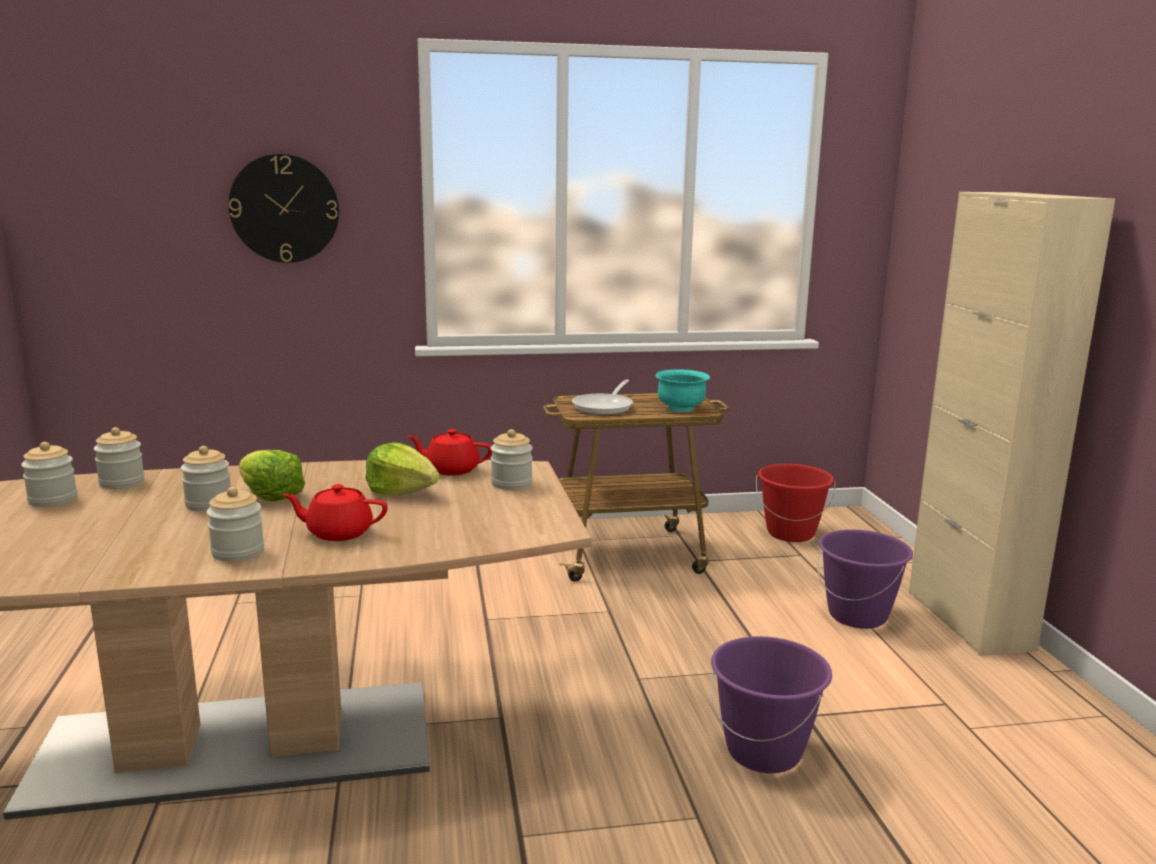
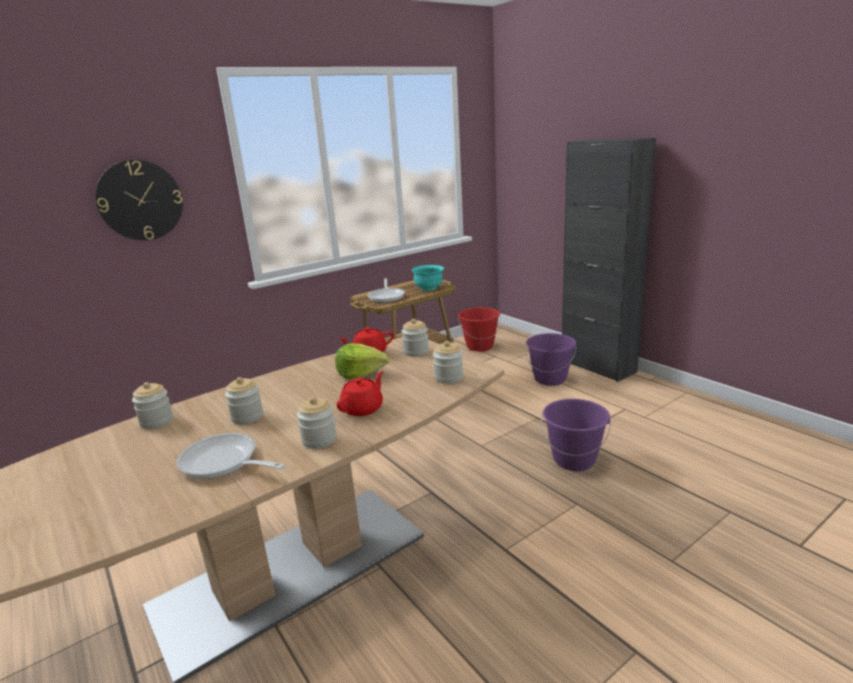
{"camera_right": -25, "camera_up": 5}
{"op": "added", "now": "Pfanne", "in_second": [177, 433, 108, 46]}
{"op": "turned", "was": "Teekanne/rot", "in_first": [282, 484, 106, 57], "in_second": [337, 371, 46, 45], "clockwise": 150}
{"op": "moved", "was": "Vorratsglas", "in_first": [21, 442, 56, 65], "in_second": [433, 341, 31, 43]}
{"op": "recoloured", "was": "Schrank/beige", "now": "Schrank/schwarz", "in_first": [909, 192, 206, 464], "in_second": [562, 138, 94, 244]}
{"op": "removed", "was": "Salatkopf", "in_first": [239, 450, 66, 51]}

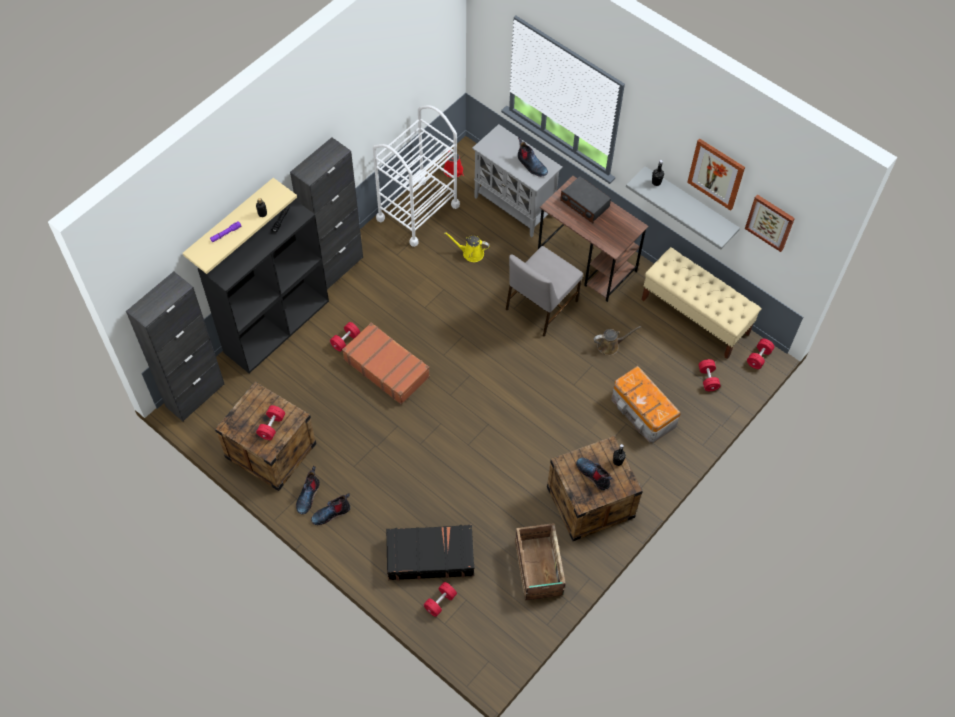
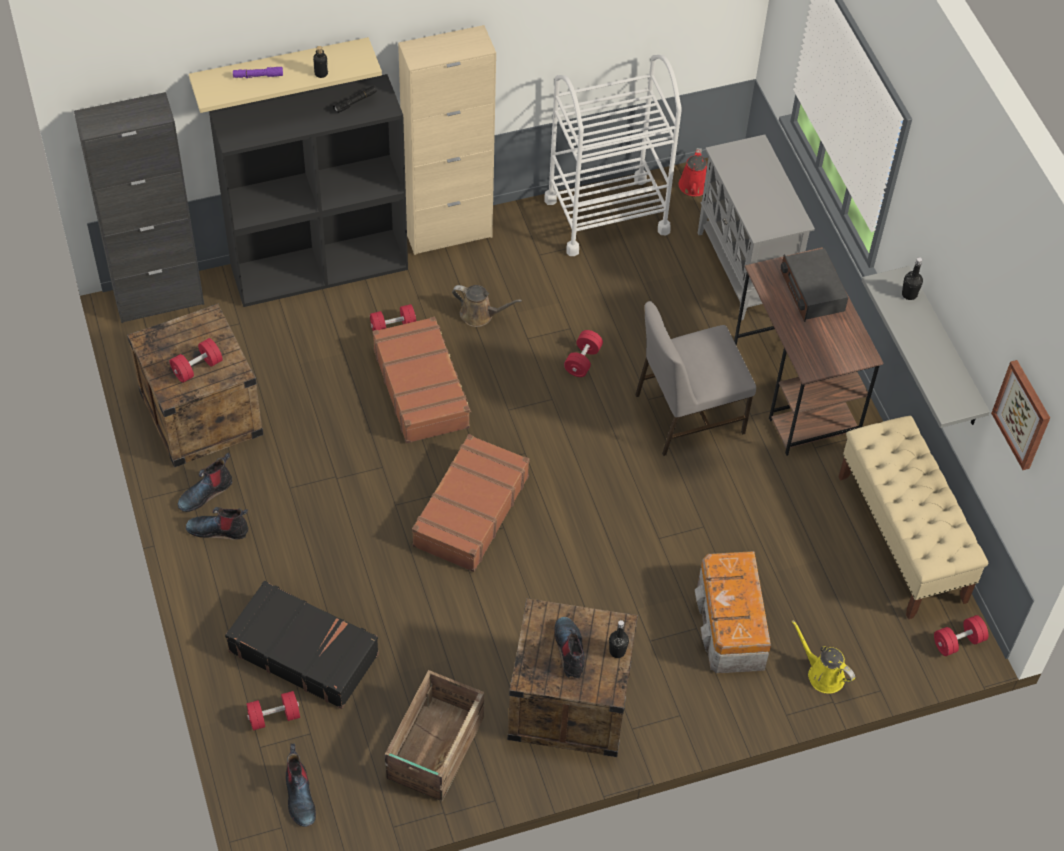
{"camera_right": 30, "camera_up": -5}
{"op": "moved", "was": "Stiefel", "in_first": [518, 137, 30, 40], "in_second": [286, 744, 30, 83]}
{"op": "recoloured", "was": "Schrank/schwarz", "now": "Schrank/beige", "in_first": [290, 137, 73, 152], "in_second": [398, 25, 98, 230]}
{"op": "added", "now": "Koffer/braun", "in_second": [412, 434, 118, 138]}
{"op": "moved", "was": "Gießkanne/braun", "in_first": [593, 326, 48, 29], "in_second": [452, 285, 70, 42]}
{"op": "moved", "was": "Hantel/rot", "in_first": [699, 359, 22, 32], "in_second": [564, 330, 39, 47]}
{"op": "moved", "was": "Gießkanne/gelb", "in_first": [444, 232, 46, 30], "in_second": [792, 620, 63, 74]}
{"op": "removed", "was": "Bild", "in_first": [687, 139, 58, 72]}

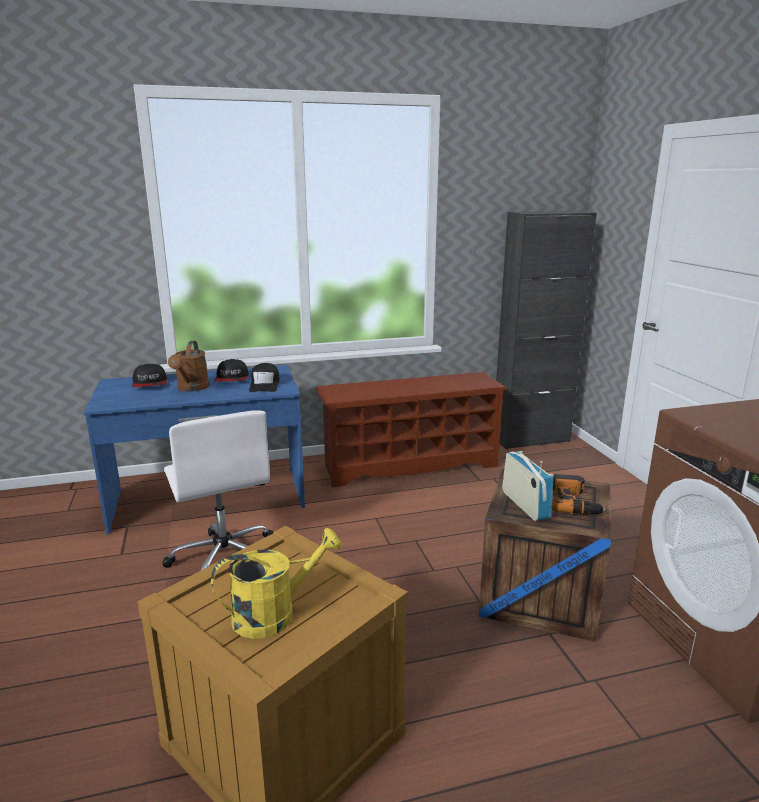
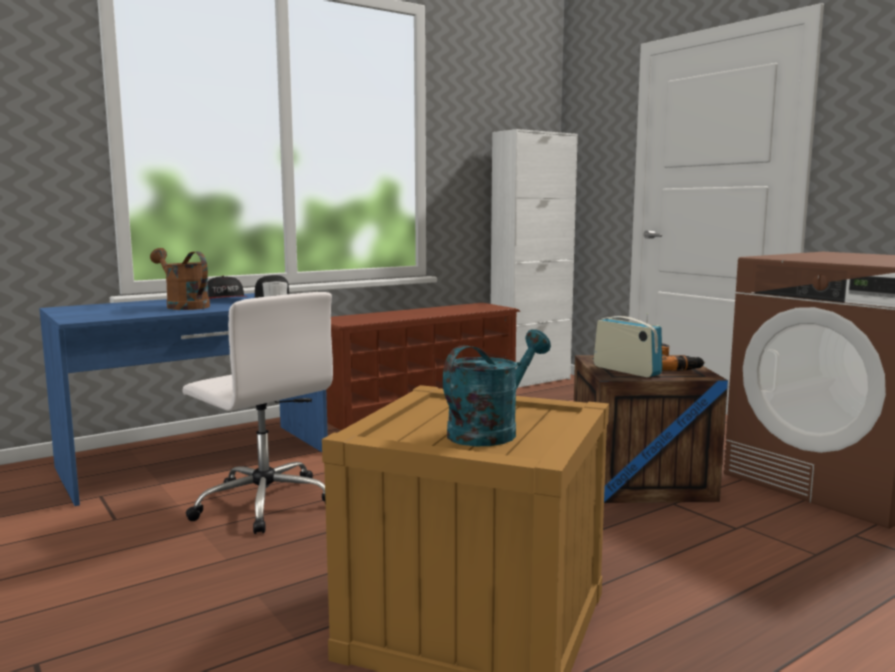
{"camera_right": -20, "camera_up": -10}
{"op": "turned", "was": "Gießkanne/braun", "in_first": [168, 341, 42, 51], "in_second": [150, 248, 60, 62], "clockwise": 150}
{"op": "recoloured", "was": "Gießkanne/gelb", "now": "Gießkanne/türkis", "in_first": [211, 528, 131, 111], "in_second": [443, 329, 108, 117]}
{"op": "recoloured", "was": "Schrank/schwarz", "now": "Schrank/weiß", "in_first": [496, 211, 101, 239], "in_second": [491, 129, 87, 259]}
{"op": "removed", "was": "Kappe", "in_first": [132, 363, 35, 24]}

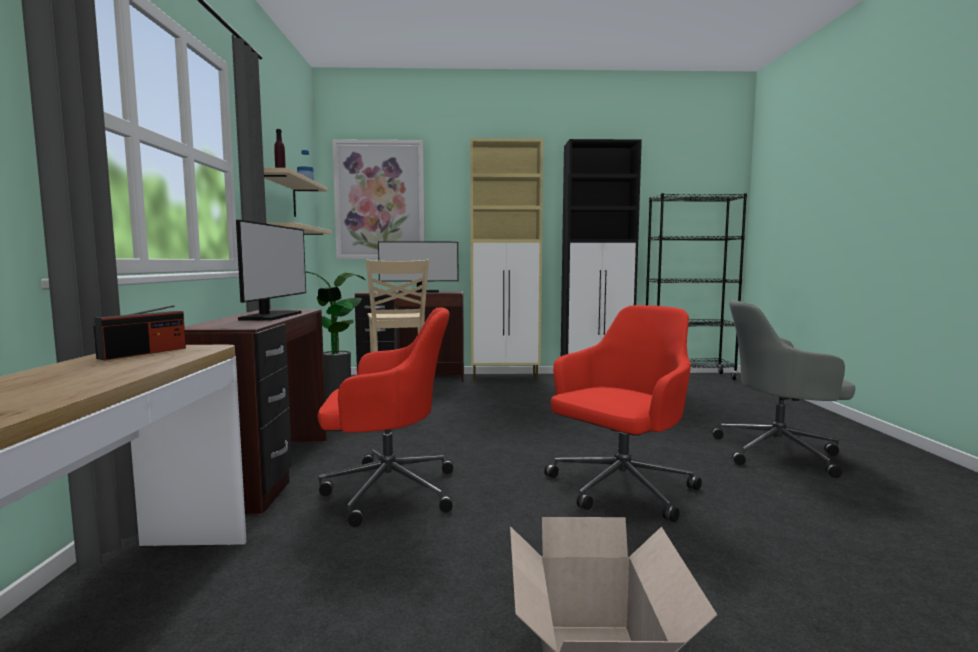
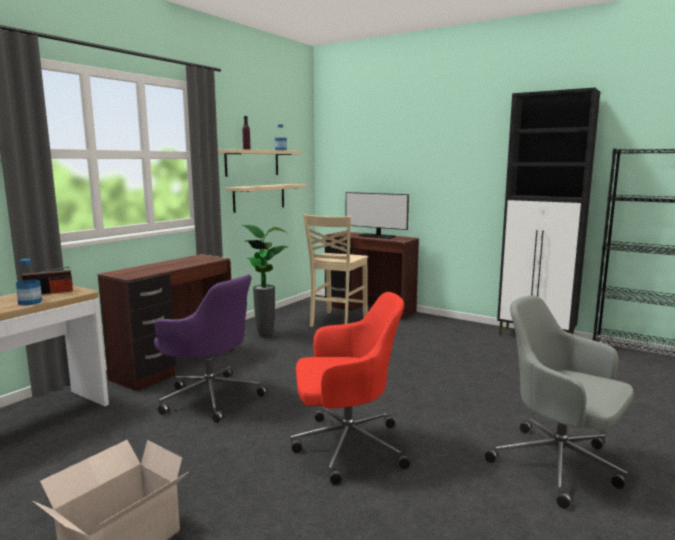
{"camera_right": 35, "camera_up": 5}
{"op": "added", "now": "Flasche", "in_second": [16, 259, 26, 47]}
{"op": "recoloured", "was": "Bürostuhl/rot", "now": "Bürostuhl/lila", "in_first": [318, 308, 135, 219], "in_second": [154, 274, 114, 149]}
{"op": "removed", "was": "Monitor", "in_first": [236, 220, 70, 101]}
{"op": "removed", "was": "Bild", "in_first": [332, 139, 93, 120]}
{"op": "removed", "was": "Schrank/beige", "in_first": [470, 138, 73, 242]}

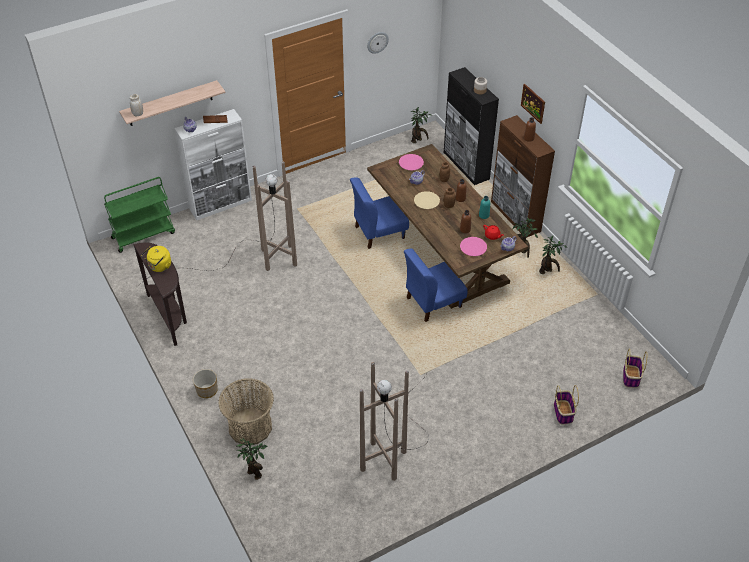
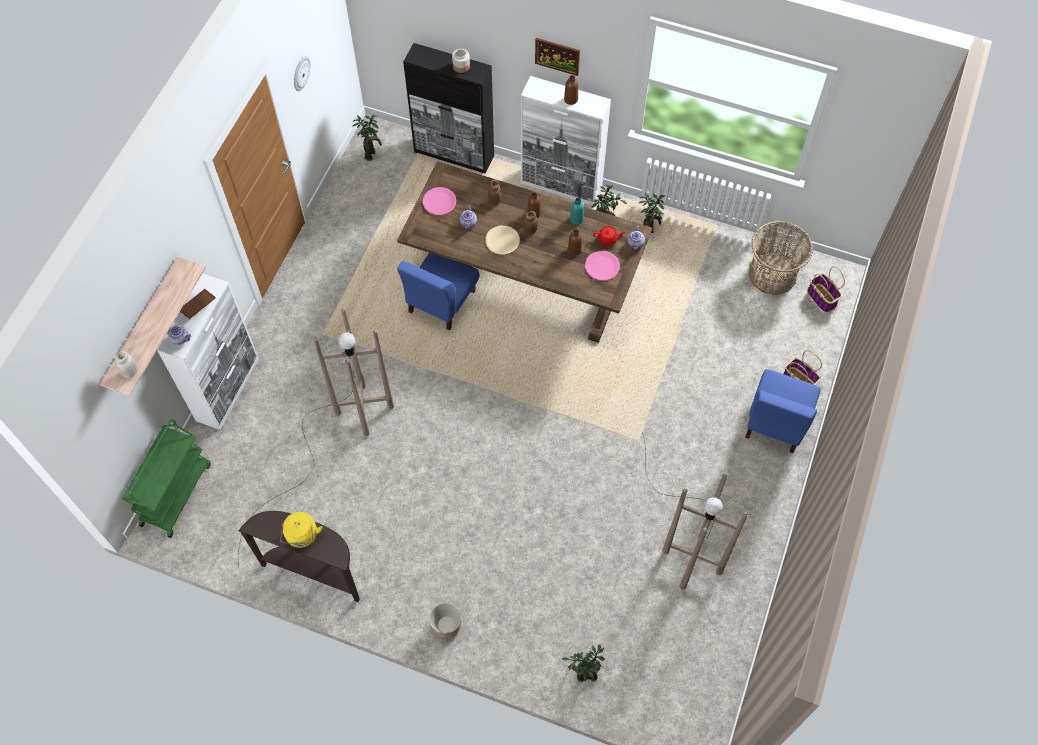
{"camera_right": -40, "camera_up": 15}
{"op": "recoloured", "was": "Schrank/braun", "now": "Schrank/weiß", "in_first": [491, 115, 64, 123], "in_second": [521, 76, 90, 129]}
{"op": "moved", "was": "Stuhl/blau", "in_first": [404, 248, 64, 74], "in_second": [745, 369, 76, 84]}
{"op": "moved", "was": "Korb", "in_first": [218, 378, 56, 67], "in_second": [748, 221, 65, 74]}

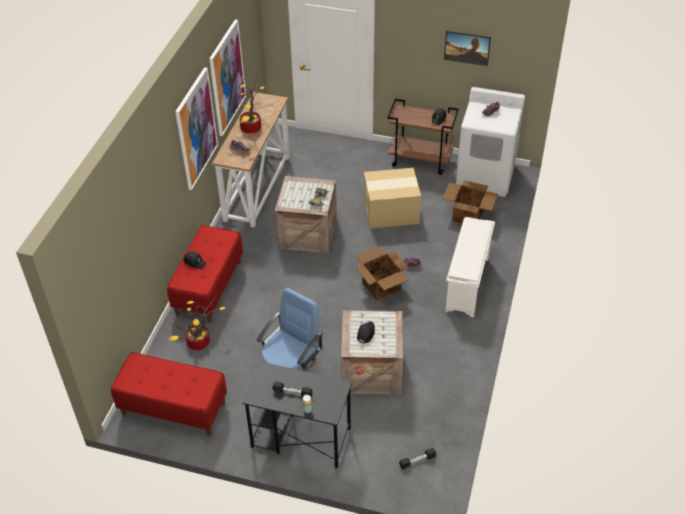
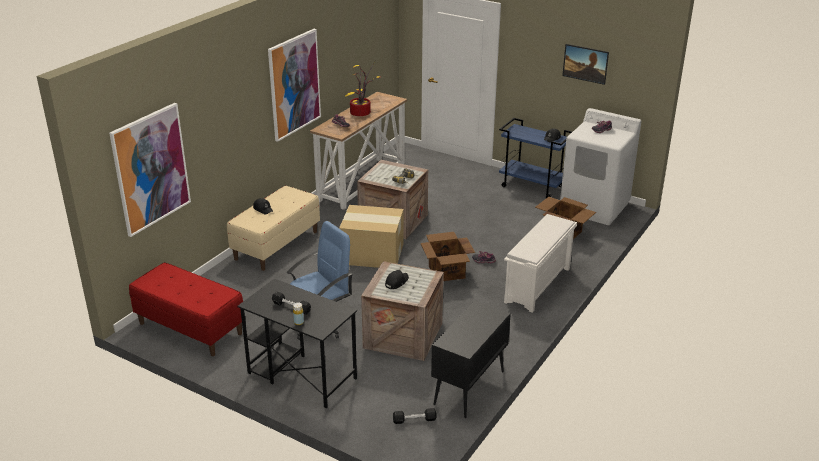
{"camera_right": 15, "camera_up": -15}
{"op": "moved", "was": "Bild", "in_first": [209, 19, 37, 117], "in_second": [109, 103, 82, 134]}
{"op": "recoloured", "was": "Bank/rot", "now": "Bank/beige", "in_first": [167, 225, 76, 98], "in_second": [227, 186, 93, 85]}
{"op": "moved", "was": "Karton", "in_first": [364, 168, 57, 61], "in_second": [339, 205, 64, 63]}
{"op": "added", "now": "Schrank/schwarz", "in_second": [431, 301, 80, 117]}
{"op": "recoloured", "was": "Rollwagen/braun", "now": "Rollwagen/blau", "in_first": [387, 99, 72, 76], "in_second": [499, 118, 73, 80]}
{"op": "removed", "was": "Topfpflanze", "in_first": [168, 295, 58, 55]}

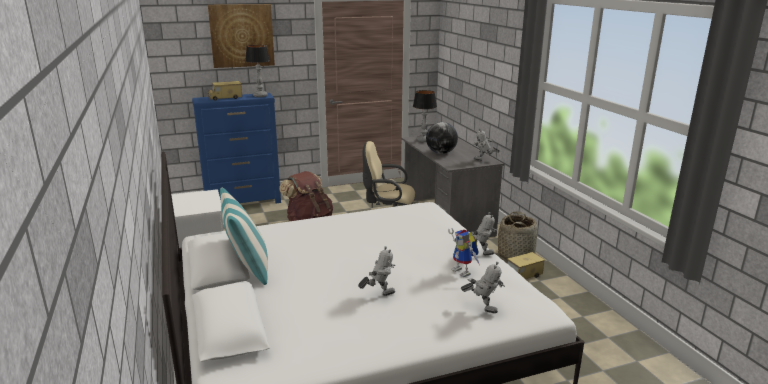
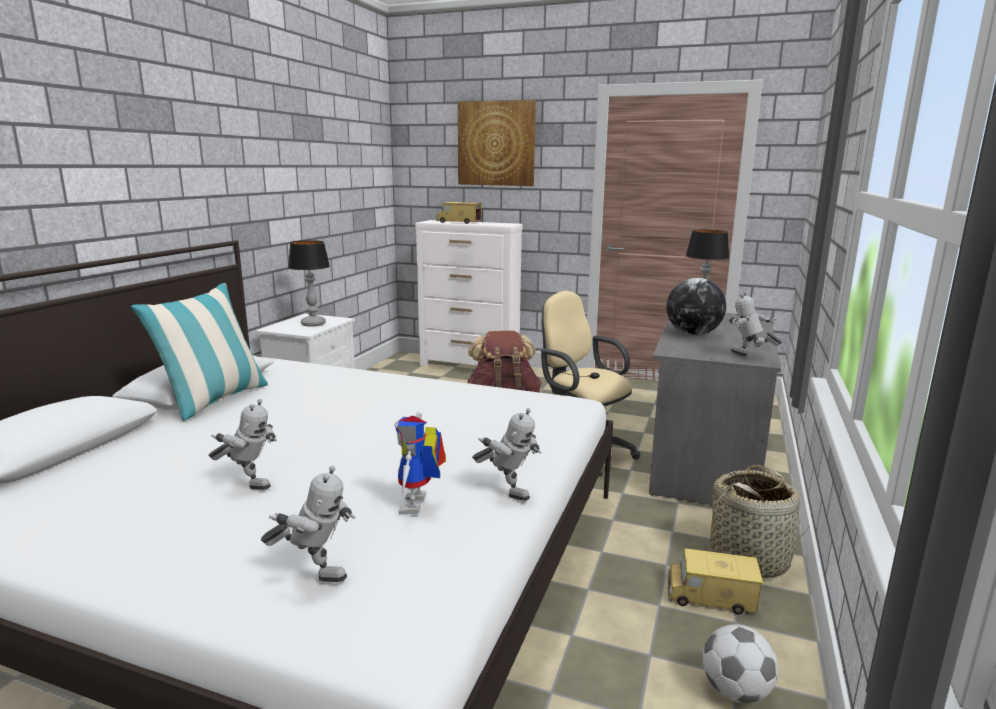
{"camera_right": 40, "camera_up": -5}
{"op": "turned", "was": "Spielzeugroboter", "in_first": [461, 262, 44, 51], "in_second": [261, 466, 94, 116], "clockwise": -60}
{"op": "moved", "was": "Tischlampe", "in_first": [245, 45, 25, 52], "in_second": [288, 240, 42, 87]}
{"op": "recoloured", "was": "Kommode/blau", "now": "Kommode/weiß", "in_first": [192, 93, 89, 110], "in_second": [415, 220, 108, 146]}
{"op": "added", "now": "Fußball", "in_second": [703, 624, 75, 79]}

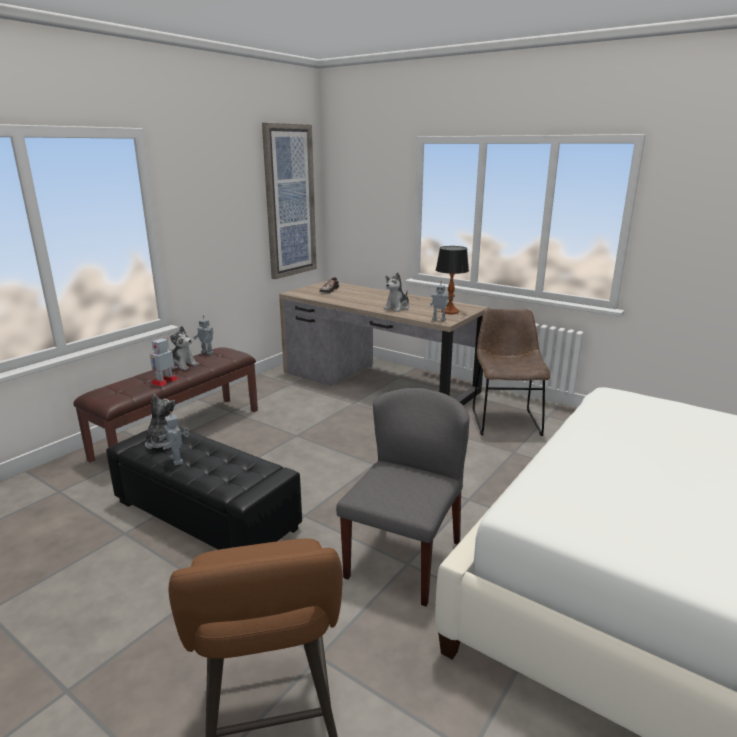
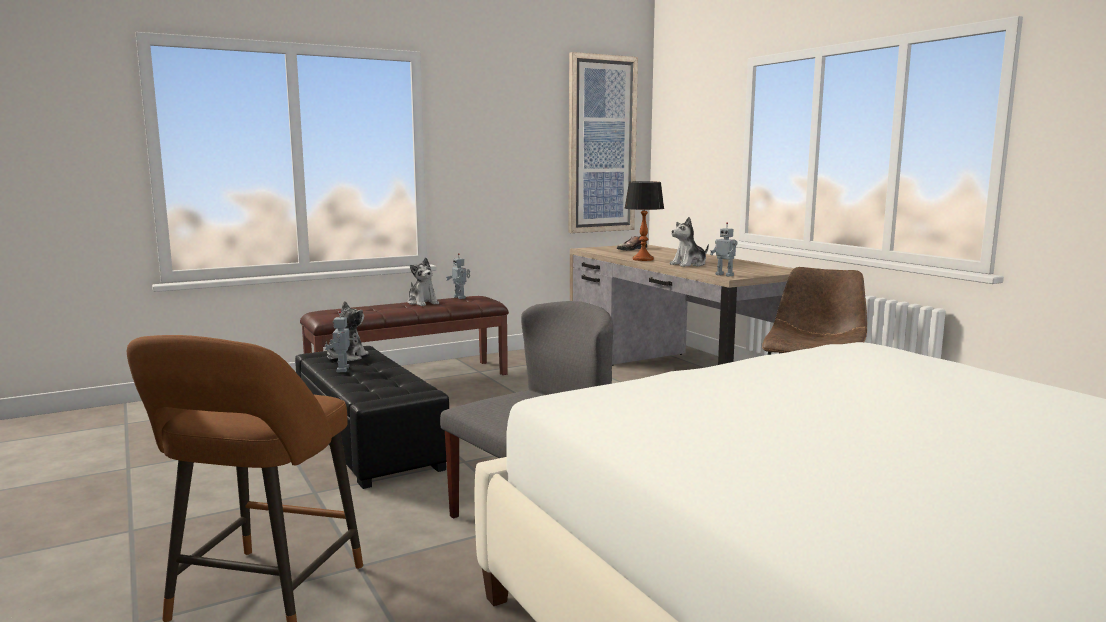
{"camera_right": 25, "camera_up": -10}
{"op": "moved", "was": "Tischlampe", "in_first": [436, 246, 33, 68], "in_second": [625, 181, 39, 80]}
{"op": "removed", "was": "Spielzeugroboter", "in_first": [150, 338, 28, 49]}

